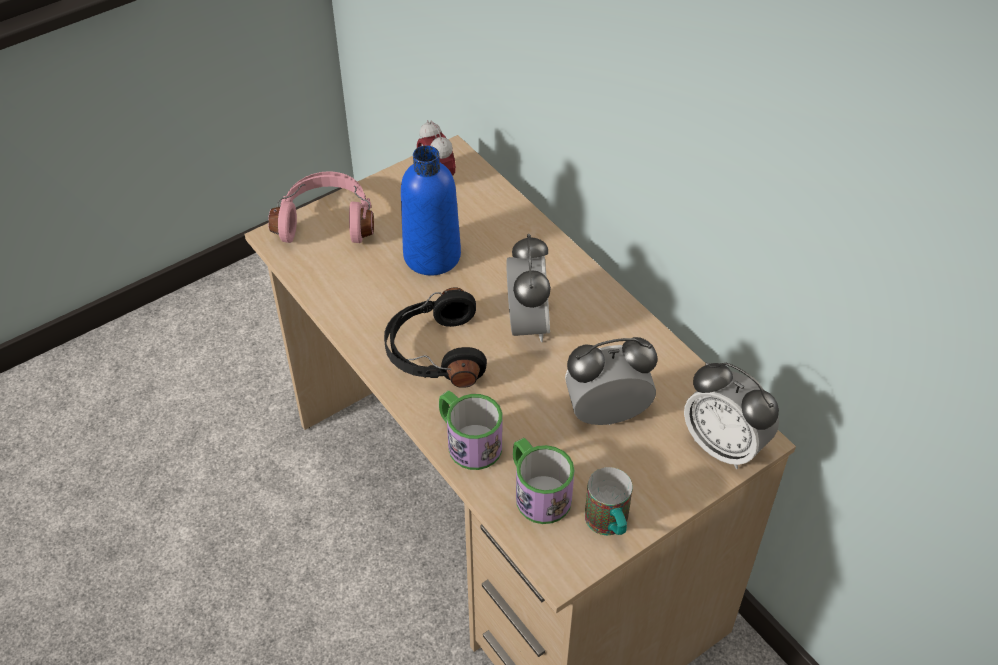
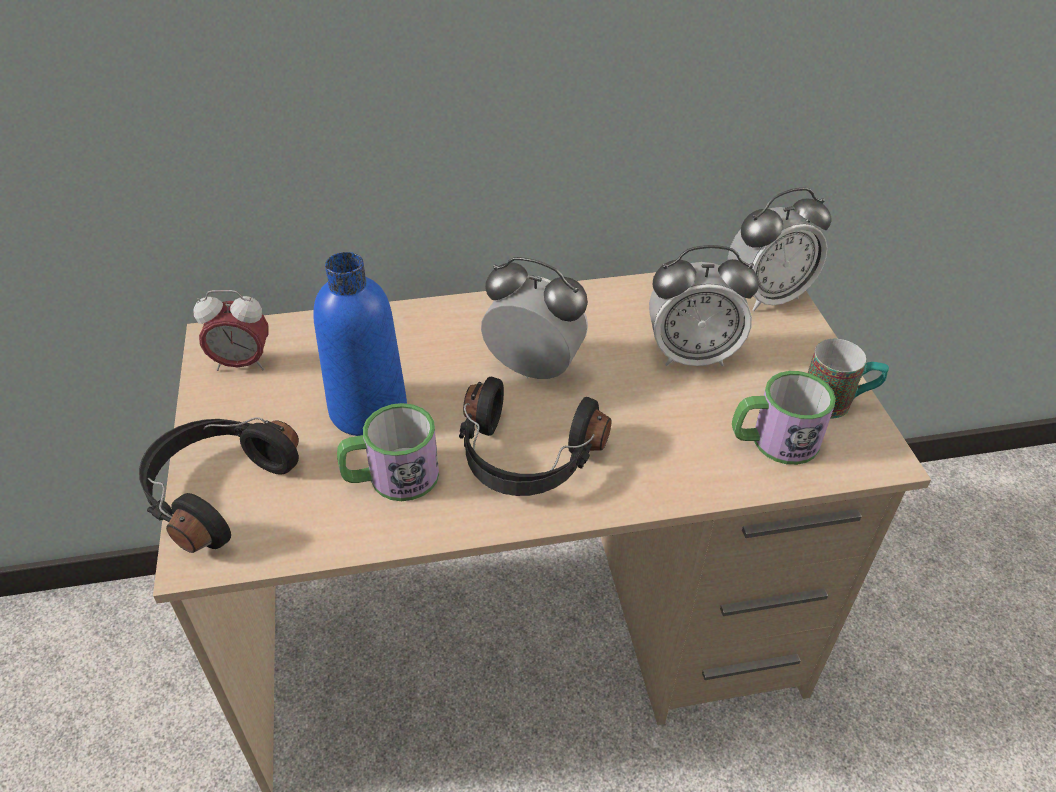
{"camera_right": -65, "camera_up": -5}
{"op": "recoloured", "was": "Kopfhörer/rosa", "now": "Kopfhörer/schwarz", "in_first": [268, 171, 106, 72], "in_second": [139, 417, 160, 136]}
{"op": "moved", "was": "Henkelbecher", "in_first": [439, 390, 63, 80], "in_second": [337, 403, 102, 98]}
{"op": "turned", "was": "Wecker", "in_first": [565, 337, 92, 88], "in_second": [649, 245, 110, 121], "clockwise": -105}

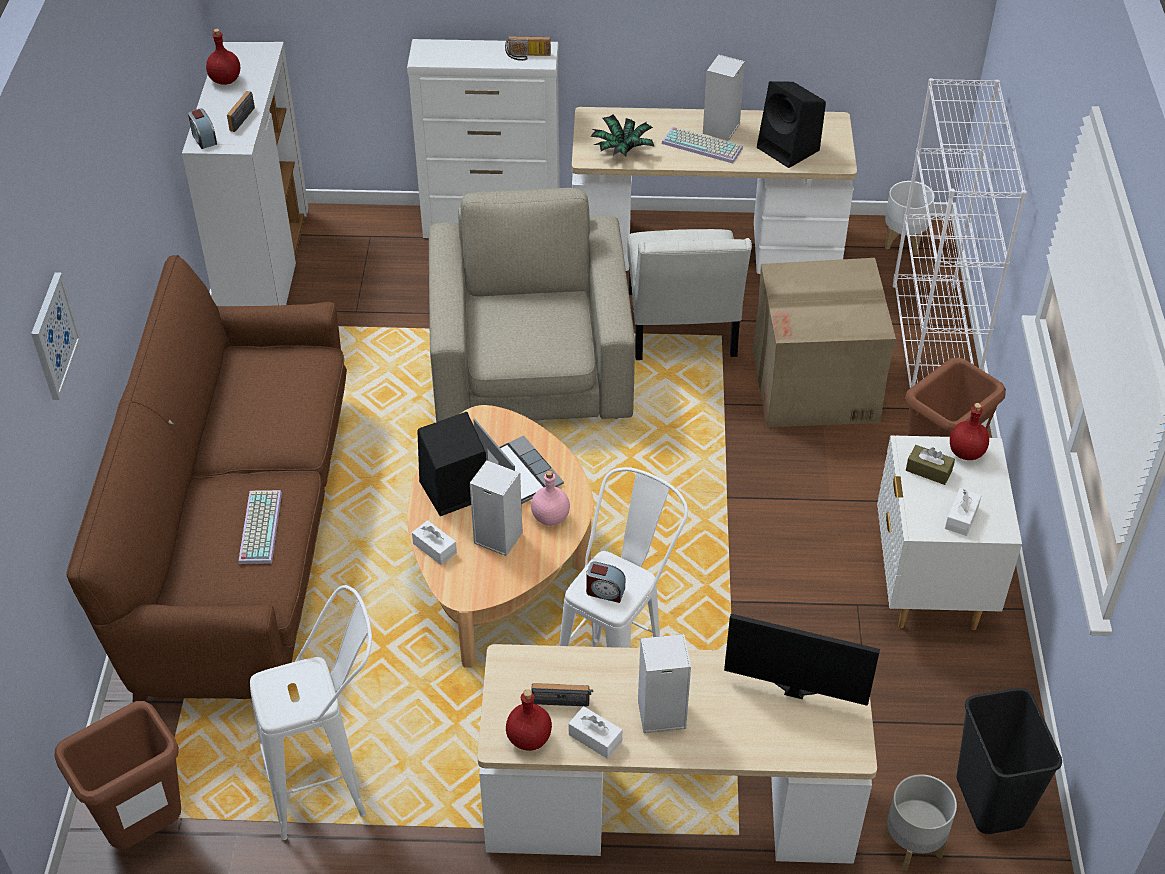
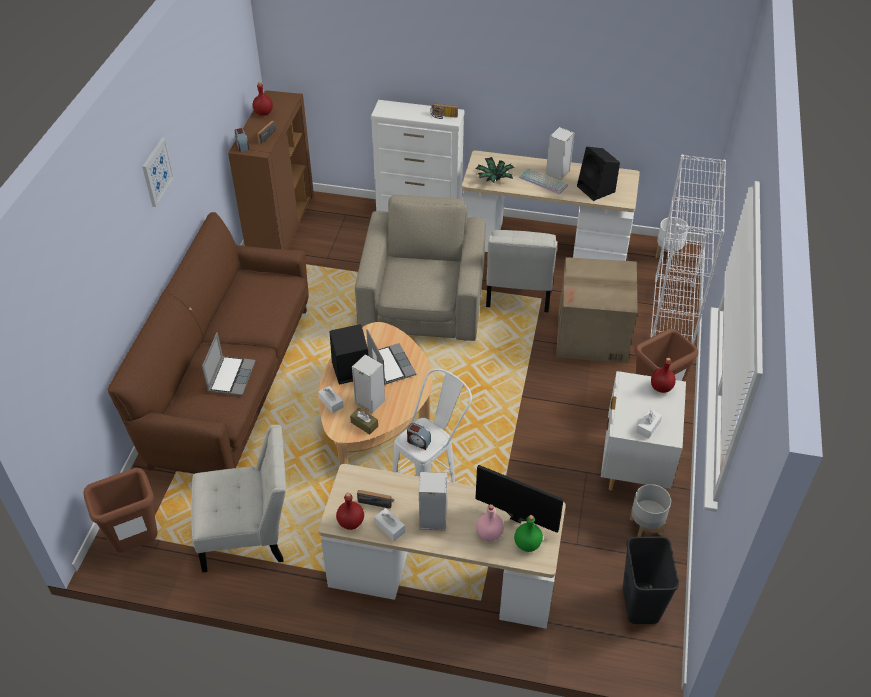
{"camera_right": 10, "camera_up": 0}
{"op": "moved", "was": "Bild", "in_first": [31, 273, 50, 127], "in_second": [142, 138, 33, 69]}
{"op": "replaced", "was": "Hocker/weiß", "now": "Stuhl/weiß", "in_first": [250, 585, 122, 255], "in_second": [191, 425, 95, 148]}
{"op": "replaced", "was": "Tastatur", "now": "Laptop", "in_first": [238, 490, 44, 74], "in_second": [202, 332, 53, 64]}
{"op": "recoloured", "was": "Schrank/weiß", "now": "Schrank/braun", "in_first": [182, 42, 127, 264], "in_second": [228, 90, 86, 160]}
{"op": "moved", "was": "Taschentuchbox/braun", "in_first": [906, 445, 49, 40], "in_second": [350, 408, 28, 27]}
{"op": "moved", "was": "Flasche/rosa", "in_first": [531, 470, 39, 56], "in_second": [476, 504, 28, 37]}
{"op": "added", "now": "Flasche/grün", "in_second": [514, 515, 29, 37]}
{"op": "moved", "was": "Pflanzkübel/grau", "in_first": [883, 774, 74, 97], "in_second": [630, 484, 41, 53]}

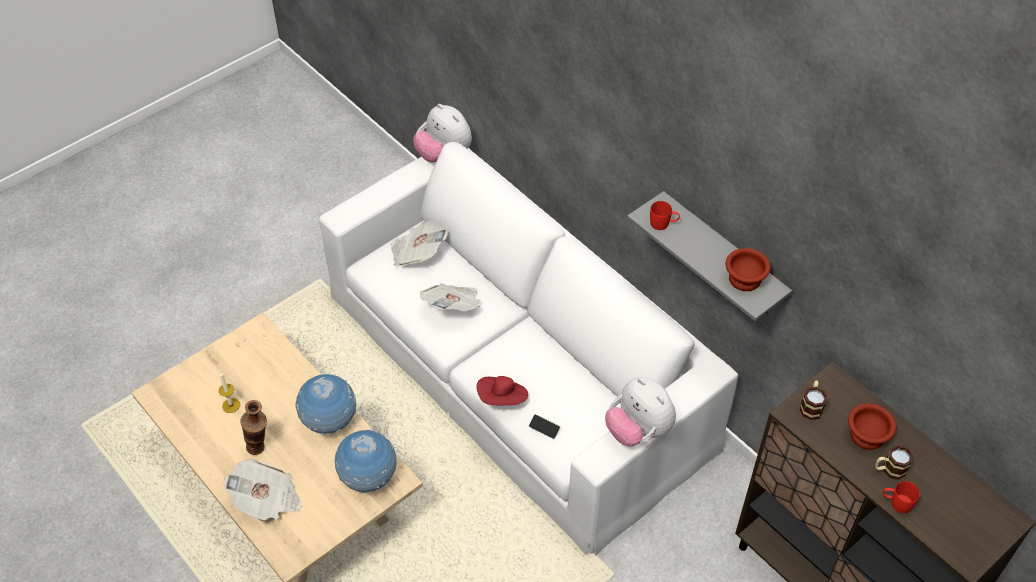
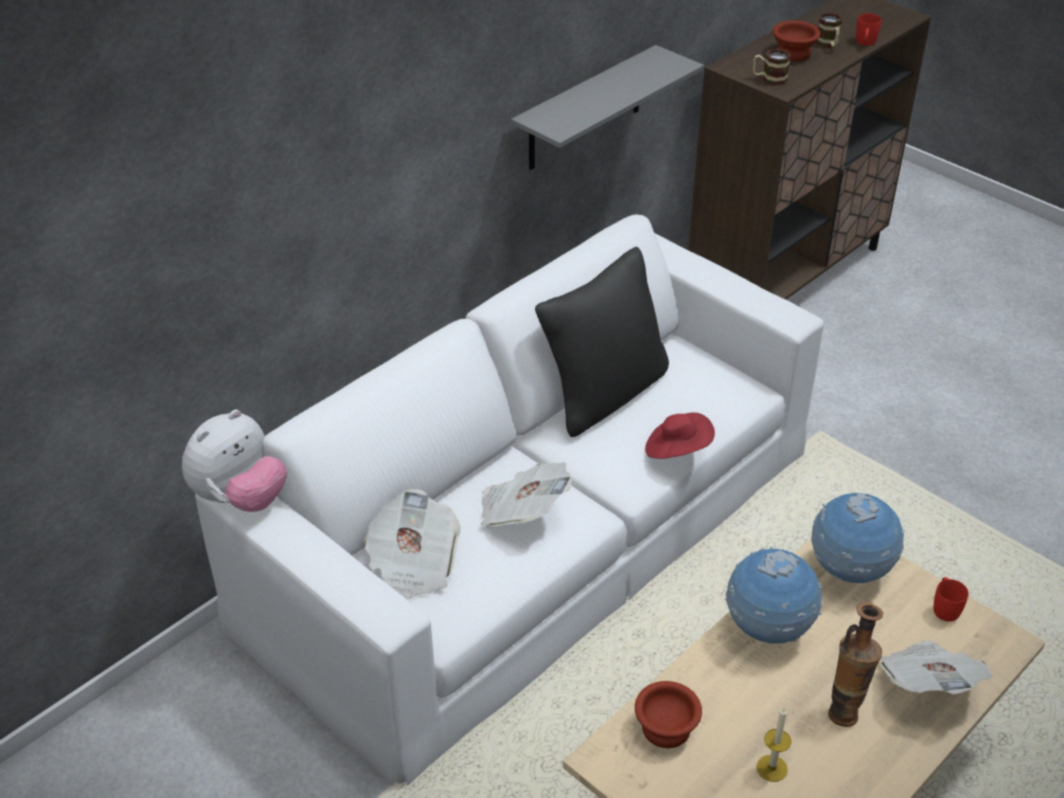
{"camera_right": -95, "camera_up": -10}
{"op": "added", "now": "Kissen/schwarz", "in_second": [535, 247, 134, 190]}
{"op": "moved", "was": "Schüssel/braun", "in_first": [726, 248, 45, 43], "in_second": [635, 681, 67, 67]}
{"op": "moved", "was": "Henkelbecher/rot", "in_first": [650, 201, 30, 29], "in_second": [934, 577, 35, 45]}
{"op": "removed", "was": "Handy", "in_first": [529, 414, 31, 25]}
{"op": "removed", "was": "Plüschtier", "in_first": [605, 377, 71, 69]}

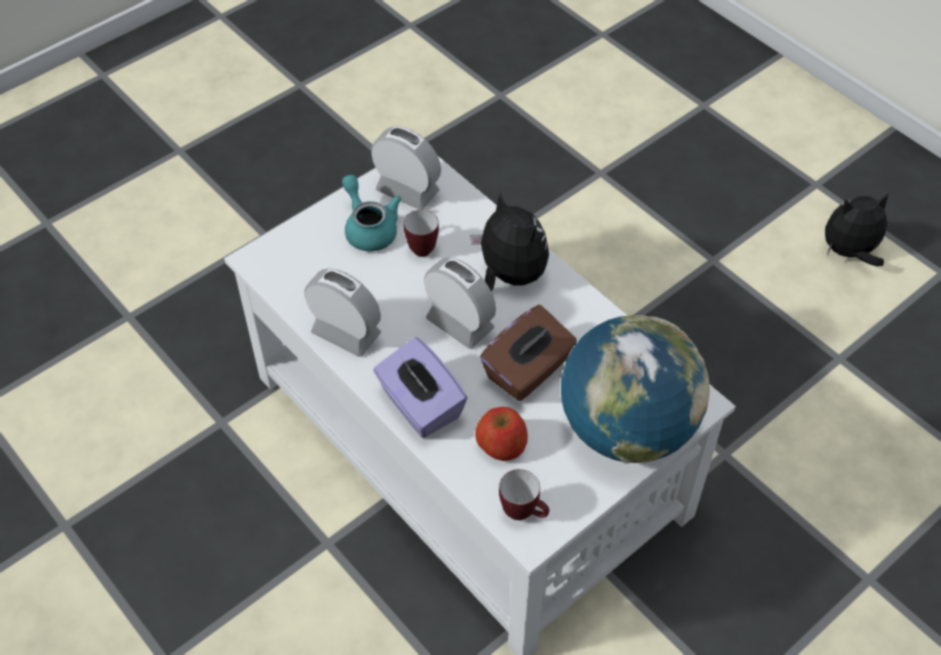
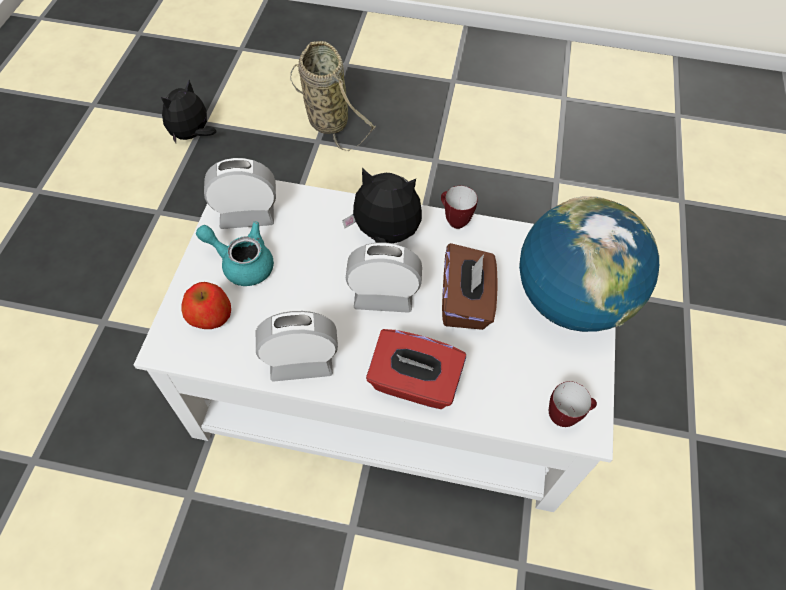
{"camera_right": -40, "camera_up": 5}
{"op": "moved", "was": "Plüschtier", "in_first": [825, 194, 63, 72], "in_second": [161, 80, 55, 63]}
{"op": "moved", "was": "Apfel", "in_first": [475, 407, 53, 54], "in_second": [182, 282, 49, 47]}
{"op": "added", "now": "Korb", "in_second": [290, 41, 86, 110]}
{"op": "recoloured", "was": "Taschentuchbox/lila", "now": "Taschentuchbox/rot", "in_first": [373, 337, 94, 101], "in_second": [366, 329, 100, 80]}
{"op": "moved", "was": "Henkelbecher", "in_first": [404, 210, 35, 47], "in_second": [441, 186, 37, 43]}

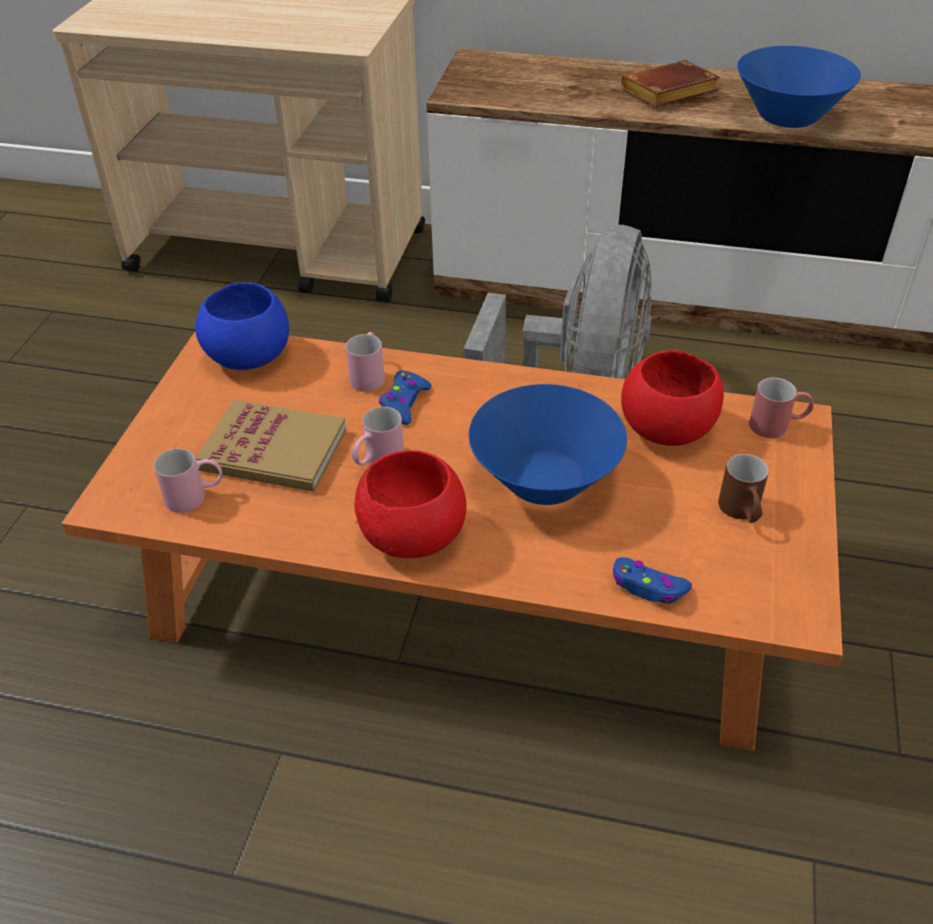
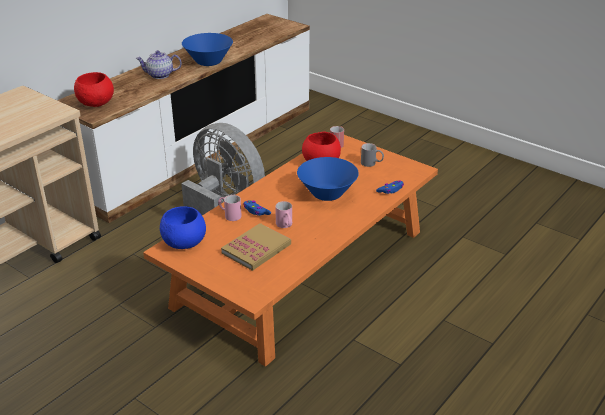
{"camera_right": -65, "camera_up": -10}
{"op": "moved", "was": "Schüssel/rot", "in_first": [354, 450, 112, 108], "in_second": [74, 72, 40, 35]}
{"op": "replaced", "was": "Buch/braun", "now": "Teekanne", "in_first": [621, 60, 99, 47], "in_second": [136, 50, 46, 29]}
{"op": "recoloured", "was": "Henkelbecher/braun", "now": "Henkelbecher/grau", "in_first": [718, 454, 51, 69], "in_second": [361, 143, 23, 24]}
{"op": "removed", "was": "Henkelbecher/rosa", "in_first": [153, 448, 69, 65]}

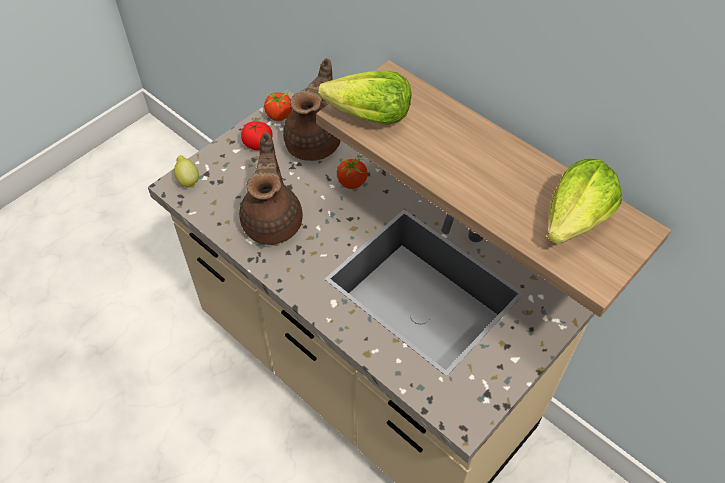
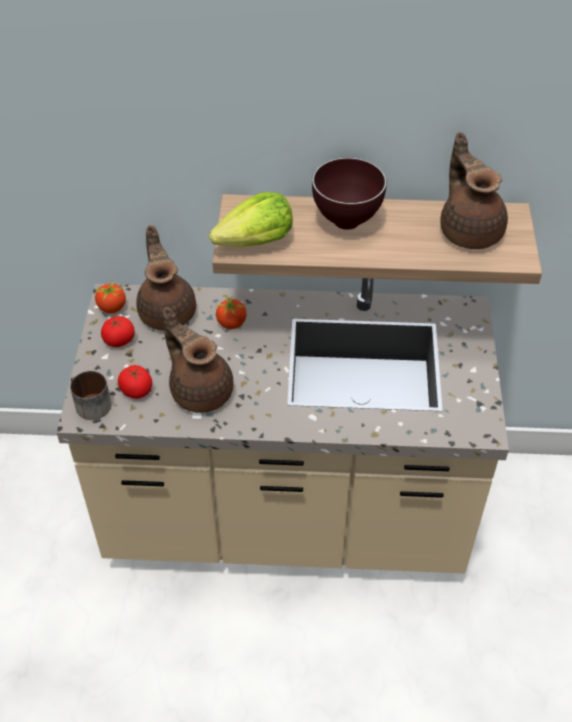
{"camera_right": -40, "camera_up": -5}
{"op": "replaced", "was": "Zitrone", "now": "Henkelbecher", "in_first": [174, 155, 25, 33], "in_second": [70, 371, 41, 49]}
{"op": "added", "now": "Tomate", "in_second": [118, 365, 34, 34]}
{"op": "added", "now": "Schüssel/braun", "in_second": [312, 158, 75, 72]}
{"op": "replaced", "was": "Salatkopf", "now": "Teekanne/braun", "in_first": [547, 159, 75, 85], "in_second": [440, 132, 68, 117]}

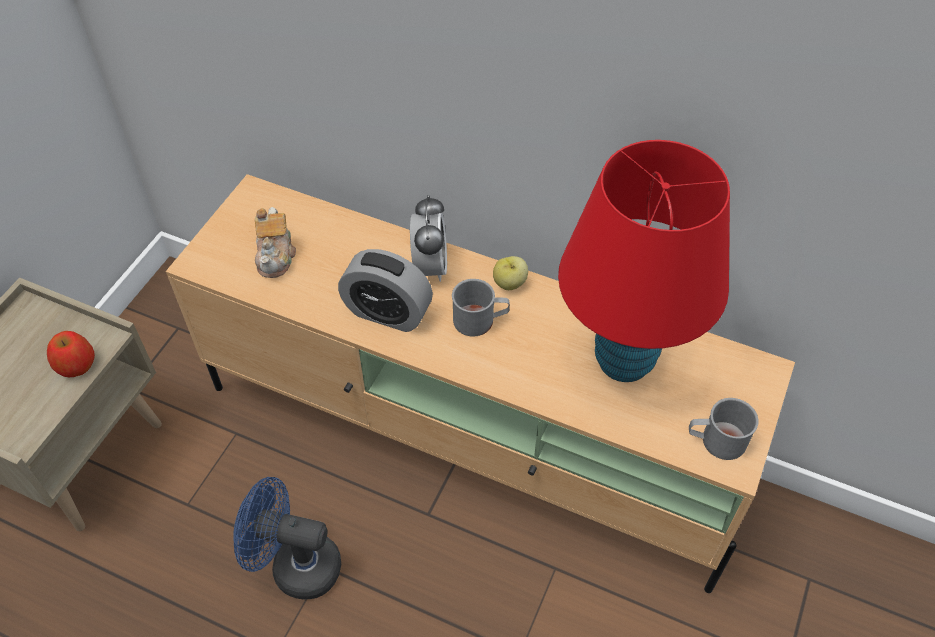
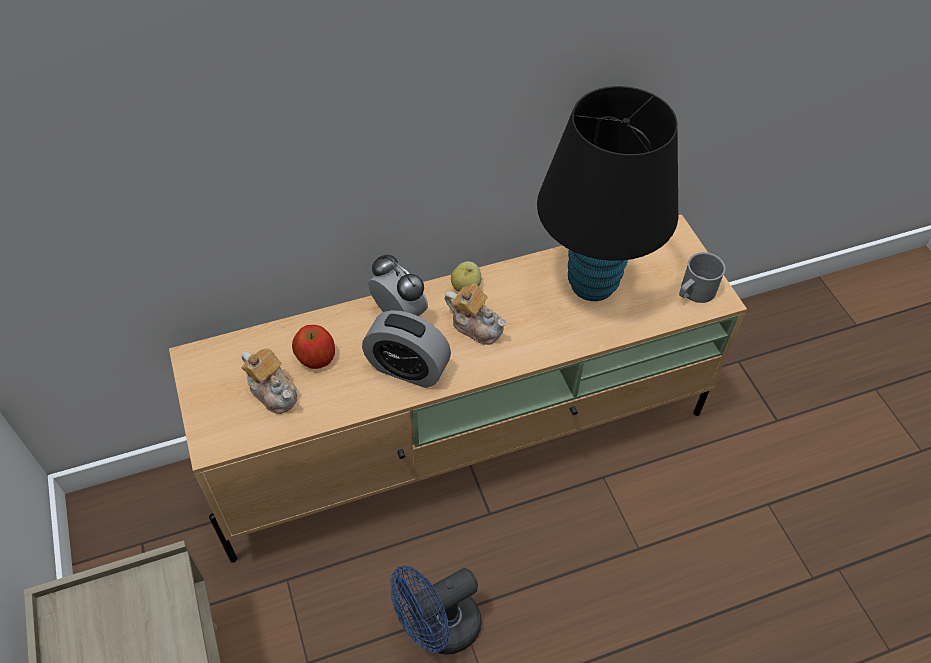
{"camera_right": -45, "camera_up": 0}
{"op": "moved", "was": "Apfel", "in_first": [47, 331, 48, 46], "in_second": [292, 325, 43, 44]}
{"op": "turned", "was": "Wecker", "in_first": [338, 249, 95, 83], "in_second": [362, 310, 89, 78], "clockwise": 45}
{"op": "replaced", "was": "Henkelbecher/grau", "now": "Teekanne", "in_first": [452, 279, 58, 57], "in_second": [444, 284, 63, 61]}
{"op": "recoloured", "was": "Tischlampe/rot", "now": "Tischlampe/schwarz", "in_first": [558, 140, 172, 242], "in_second": [537, 86, 141, 215]}

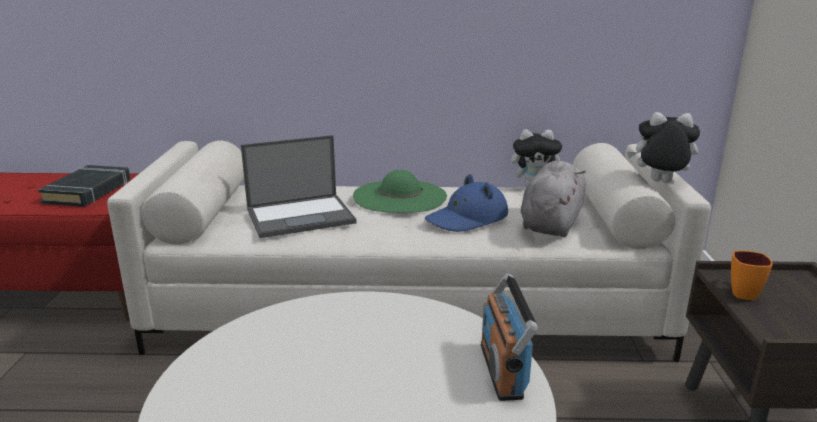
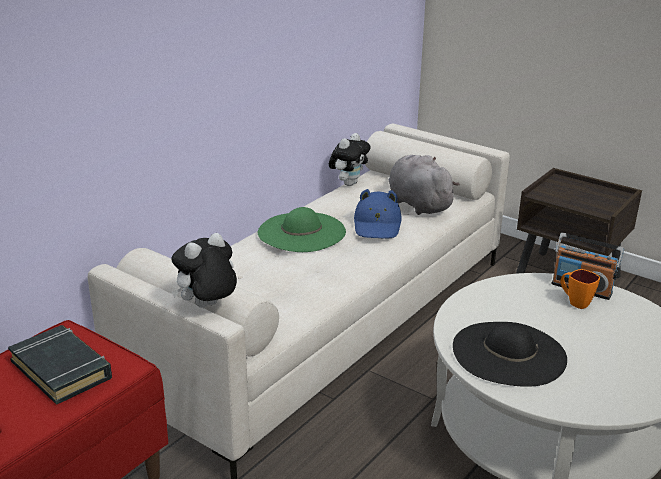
{"camera_right": -55, "camera_up": 5}
{"op": "moved", "was": "Plüschtier", "in_first": [627, 112, 73, 71], "in_second": [171, 233, 66, 75]}
{"op": "added", "now": "Hut/schwarz", "in_second": [453, 322, 114, 65]}
{"op": "moved", "was": "Henkelbecher/orange", "in_first": [731, 251, 42, 49], "in_second": [561, 269, 39, 40]}
{"op": "removed", "was": "Laptop", "in_first": [241, 135, 115, 103]}

